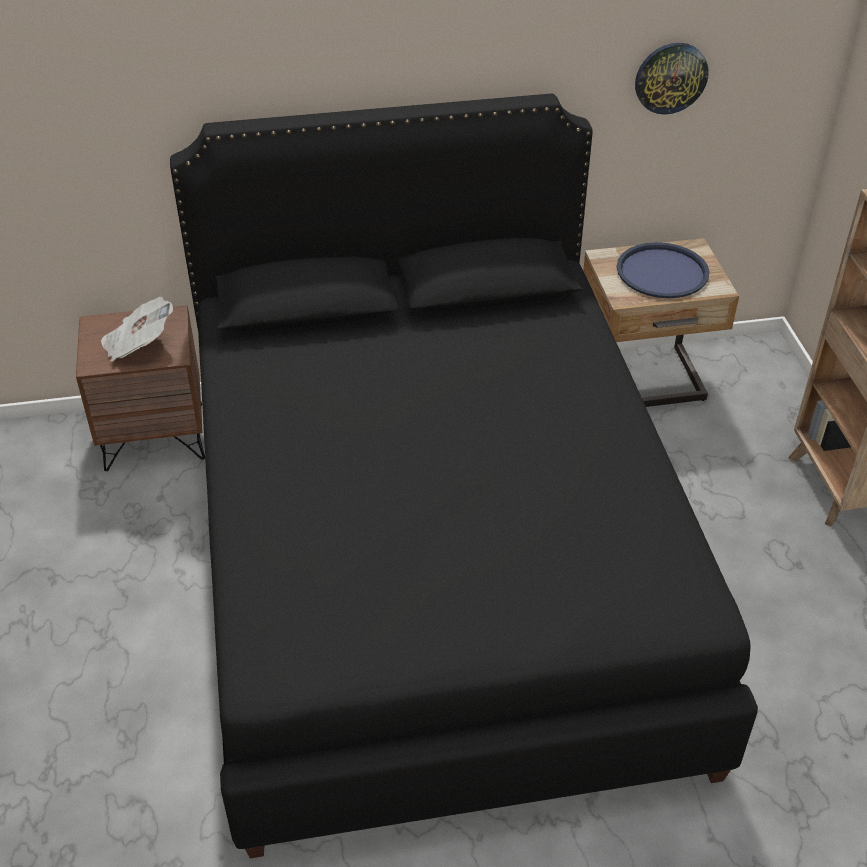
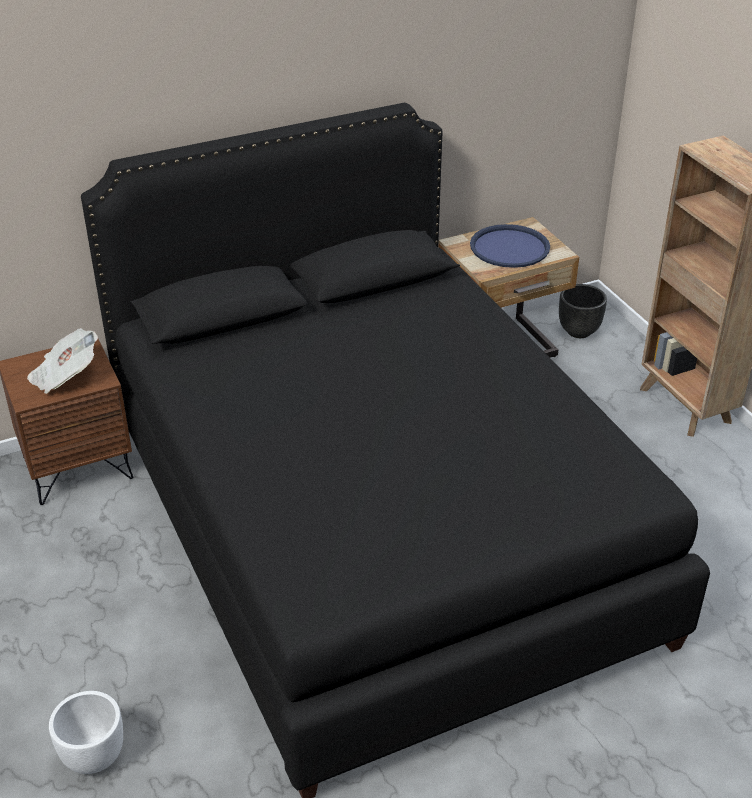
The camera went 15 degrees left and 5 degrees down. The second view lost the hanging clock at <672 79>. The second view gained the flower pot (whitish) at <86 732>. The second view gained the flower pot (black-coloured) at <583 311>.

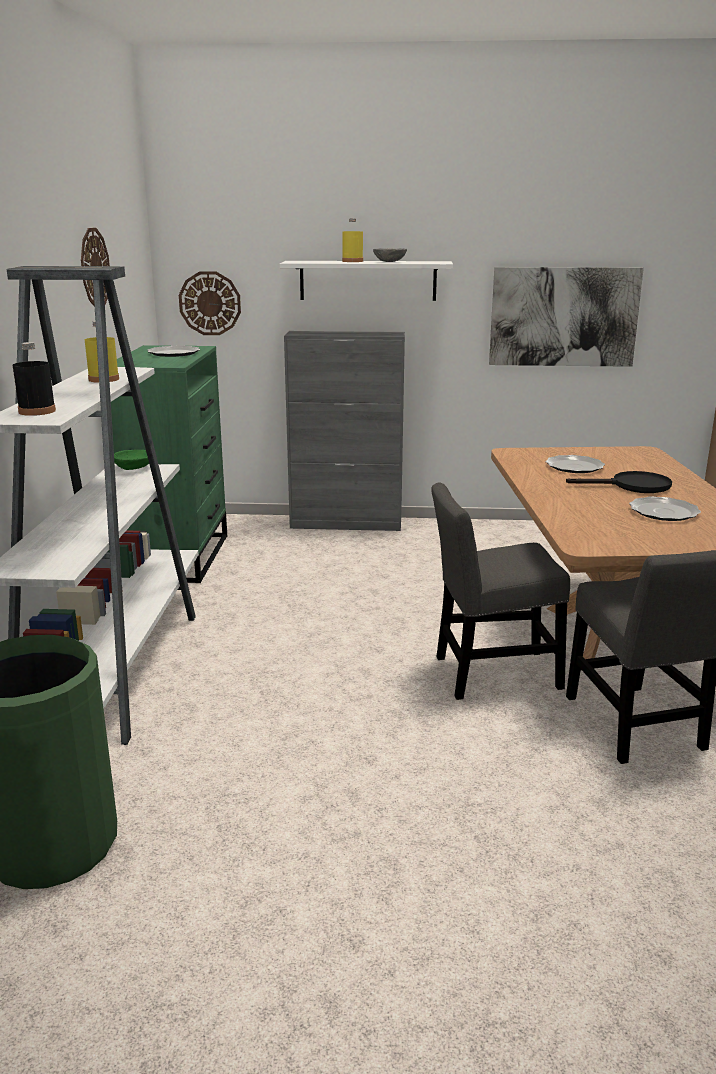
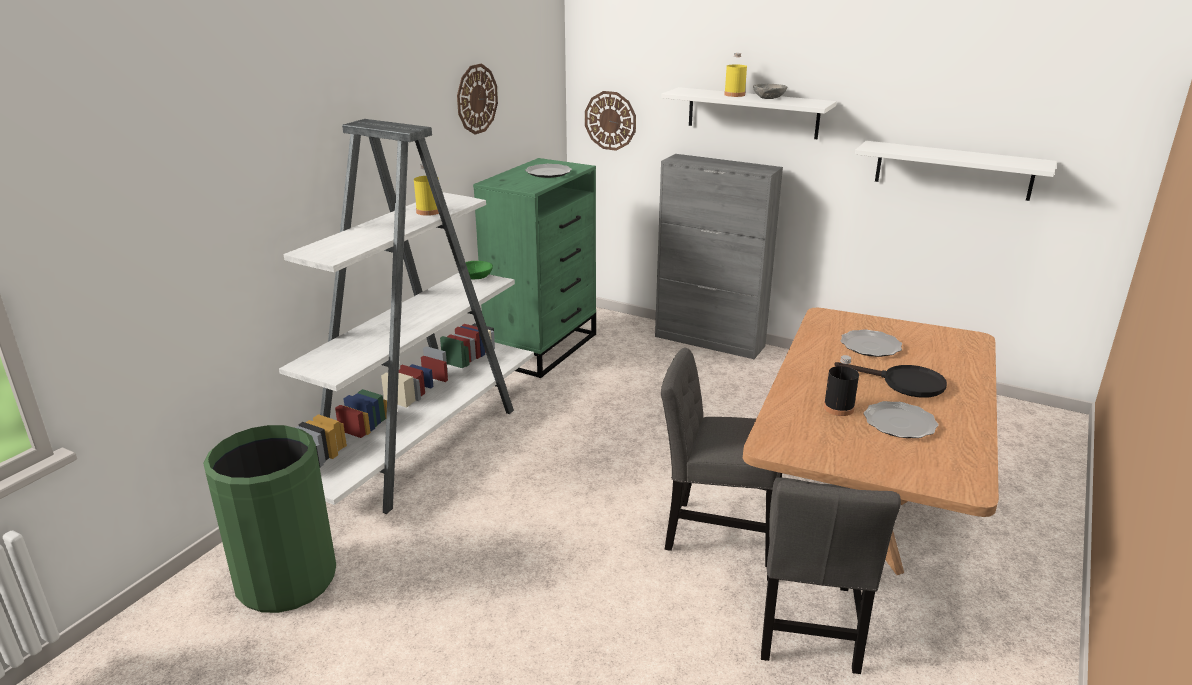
The camera went 25 degrees right and 5 degrees up. The bottle (black-coloured) ended up elsewhere, having gone from <34 379> to <841 385>. Where the picture hung at <566 317>, the shelf (whitish) came to hang at <956 171>.

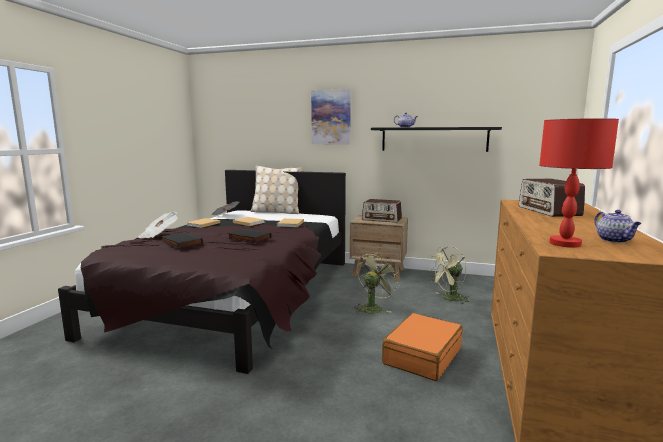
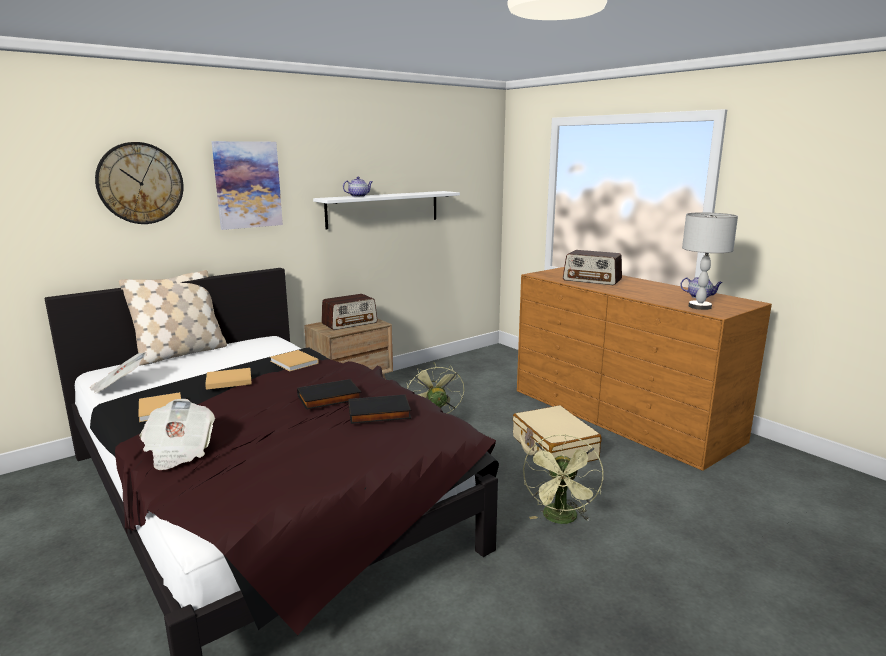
The camera went 55 degrees left and 5 degrees up. The second view gained the hanging clock at <139 183>. The volume (black-coloured) ended up elsewhere, having gone from <182 240> to <379 409>. The fan (green) ended up elsewhere, having gone from <449 275> to <563 479>. What was the shelf (black-coloured) at <436 139> turned into the shelf (whitish) at <386 210>. What was the piece of luggage (orange-coloured) at <422 347> turned into the piece of luggage (beige) at <557 433>. What was the lamp for a table (red-coloured) at <579 183> turned into the lamp for a table (greyish) at <710 261>.

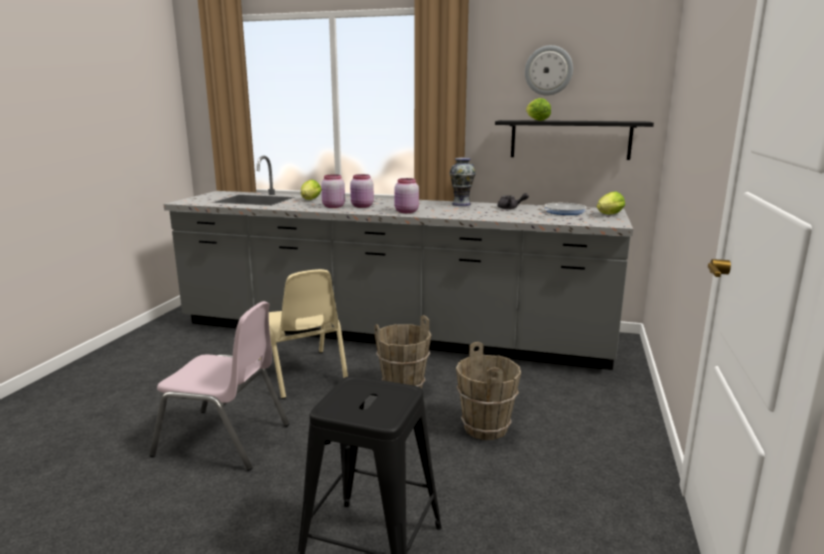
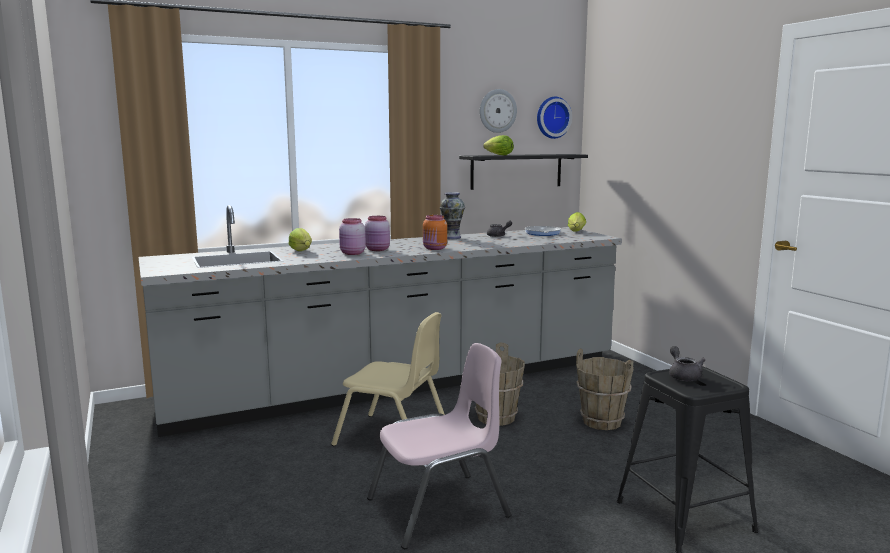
The camera went 40 degrees left and 5 degrees down. The second view gained the hanging clock at <554 118>. The second view gained the pot for tea (greyish) at <687 363>. What was the jar (pinkish) at <406 195> turned into the jar (orange-coloured) at <435 232>.

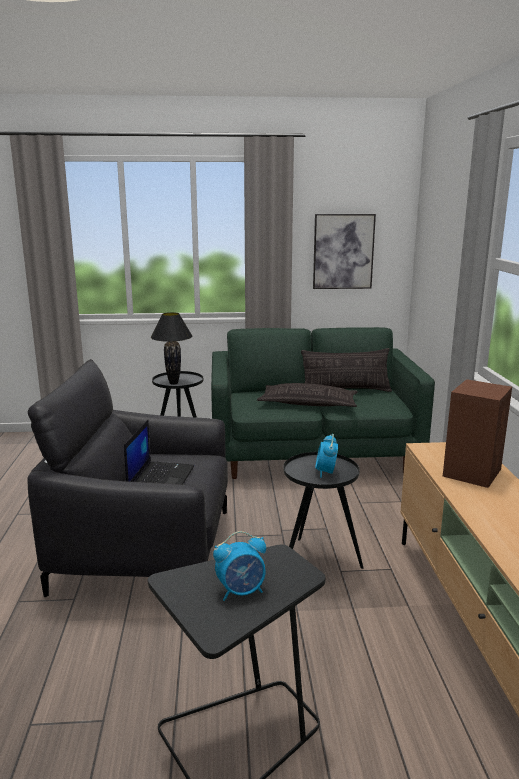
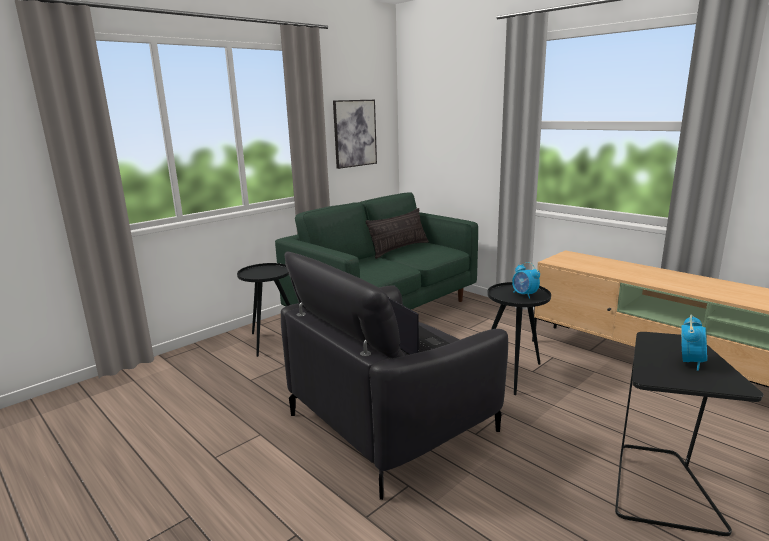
The camera went 40 degrees left and 0 degrees up. The second view lost the lamp for a table (black-coloured) at <171 348>. The second view lost the cushion at <307 395>. The second view lost the speaker (brown-coloured) at <477 433>.

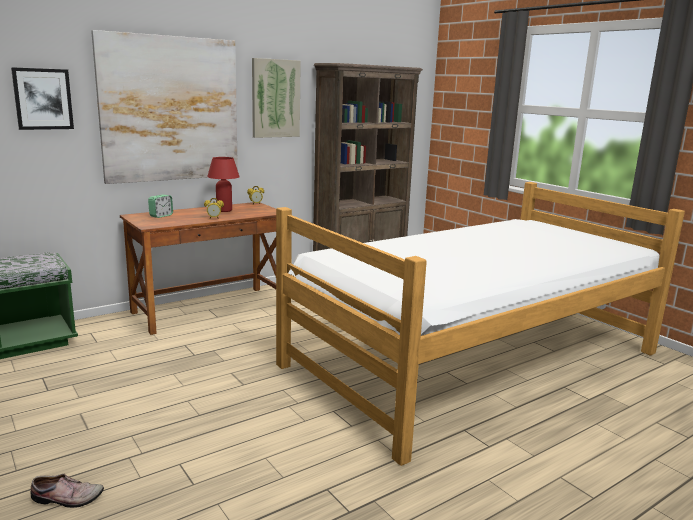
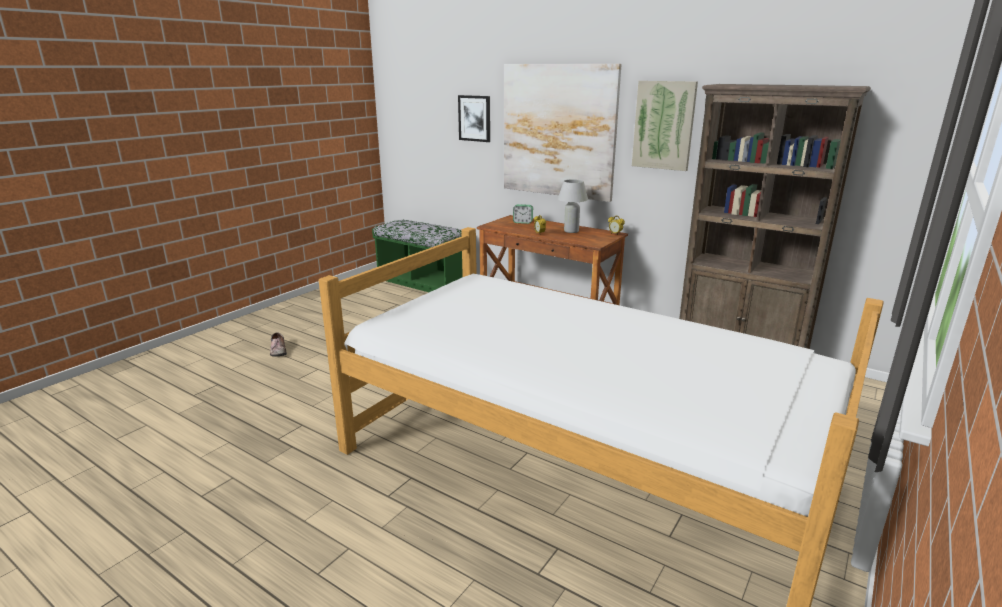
The camera went 70 degrees right and 5 degrees up. What was the lamp for a table (red-coloured) at <223 184> turned into the lamp for a table (whitish) at <573 206>.

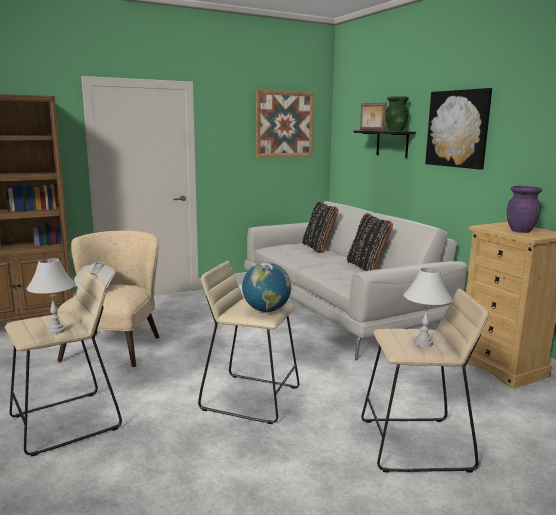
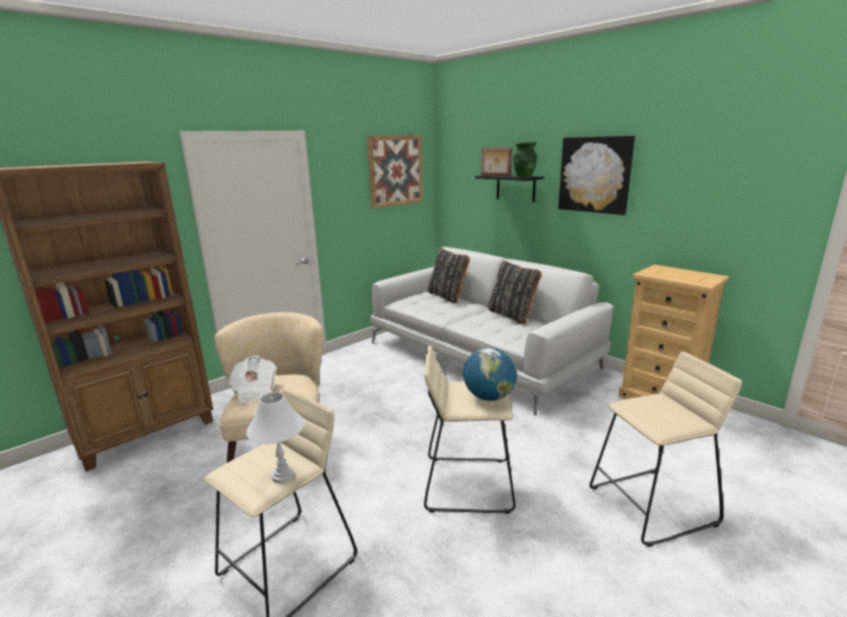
The camera went 15 degrees left and 5 degrees up. The second view lost the lamp for a table (whitish) at <428 307>. The second view lost the vase (purple-coloured) at <524 209>.

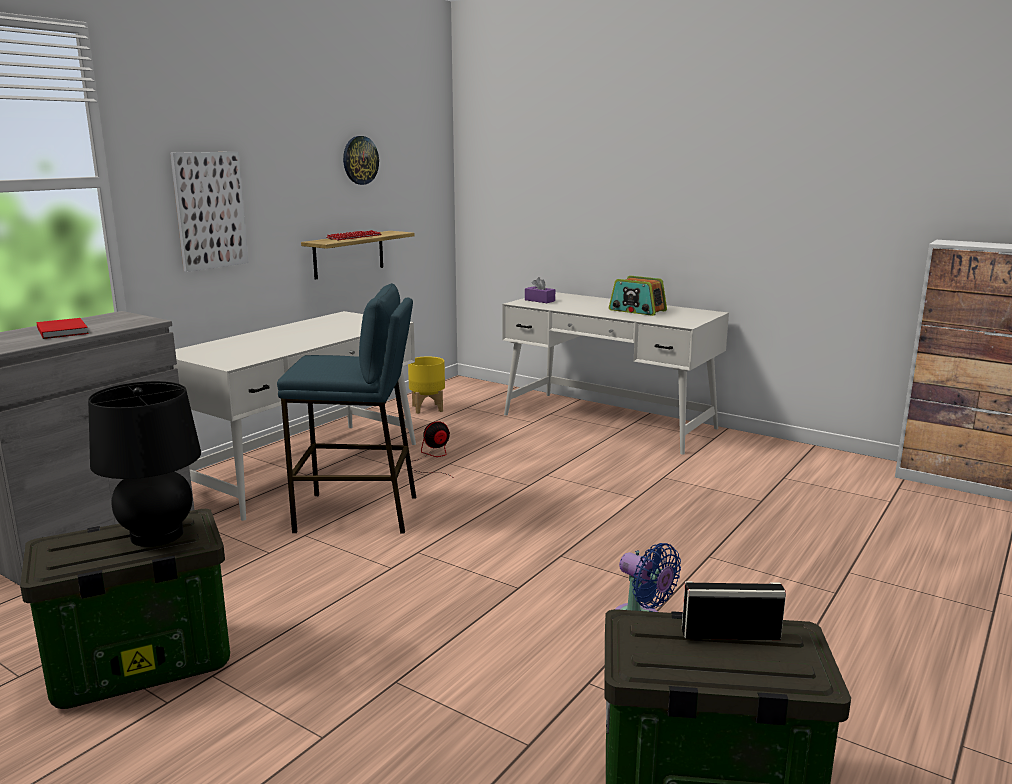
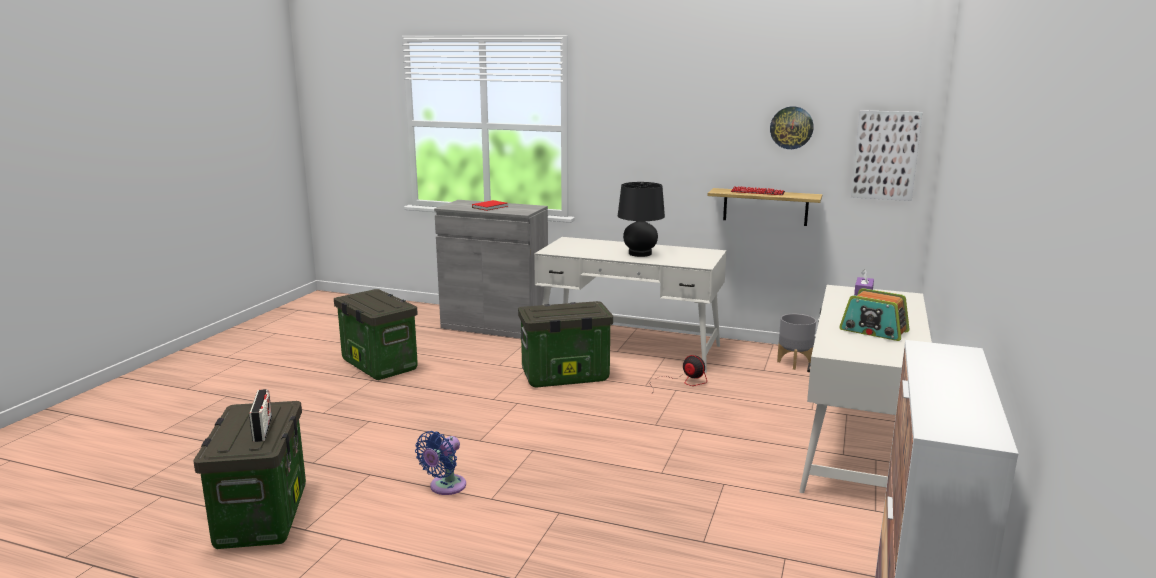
The camera went 75 degrees right and 0 degrees up. The lamp for a table (black-coloured) ended up elsewhere, having gone from <144 464> to <641 219>. The picture ended up elsewhere, having gone from <209 212> to <887 155>. Where the stool (bluish) stood at <346 408>, the storage bin came to stand at <565 344>. What was the flower pot (yellow) at <426 385> turned into the flower pot (greyish) at <796 342>. The radio at <638 296> ended up facing another way, 75 degrees counterclockwise from before.

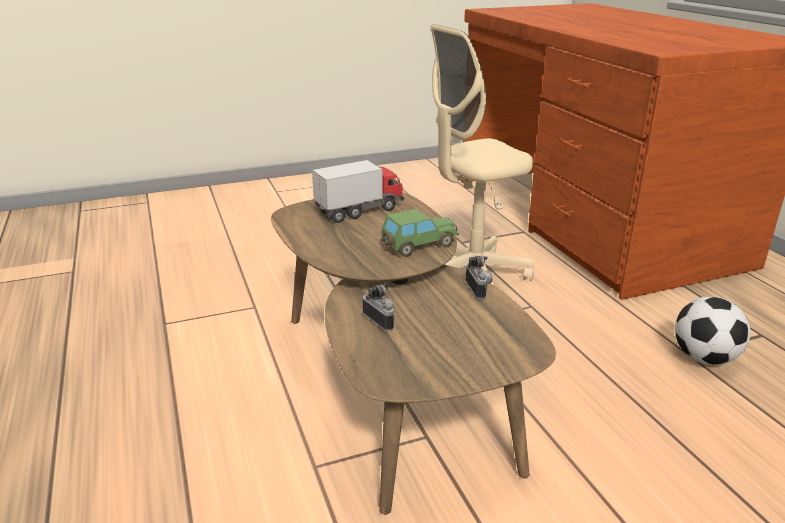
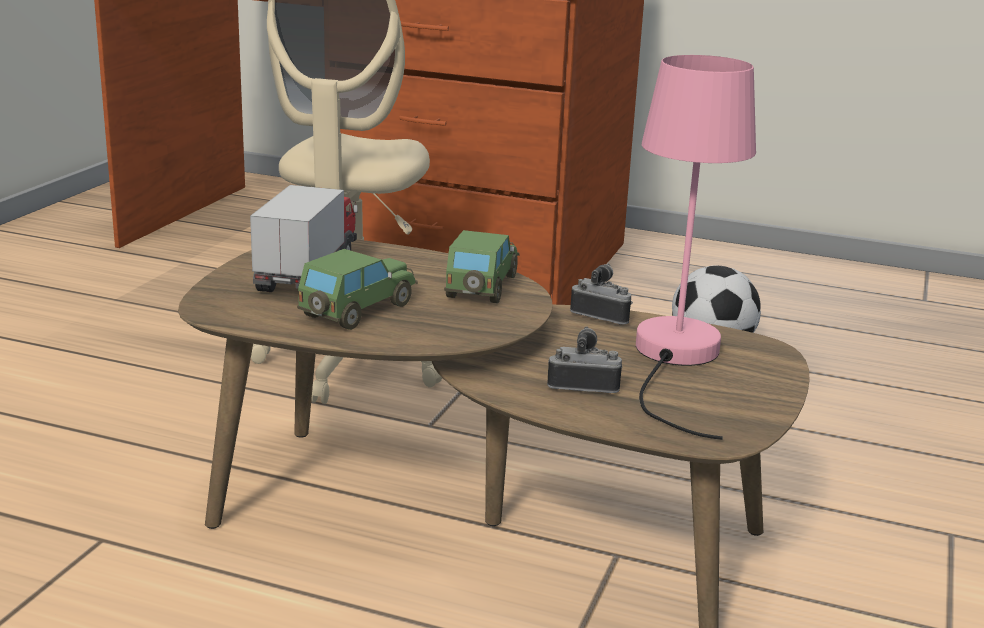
The camera went 50 degrees left and 5 degrees down. The second view gained the miniature car at <357 289>. The second view gained the lamp for a table (pinkish) at <696 247>.

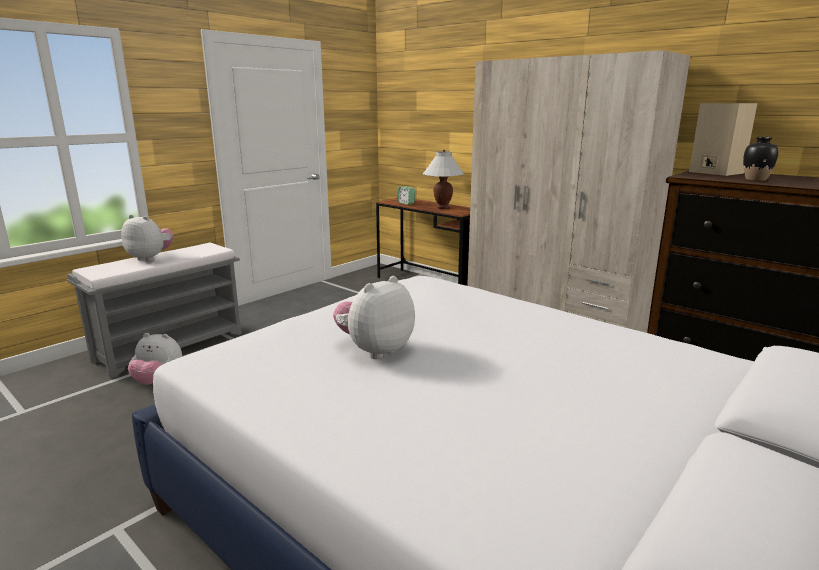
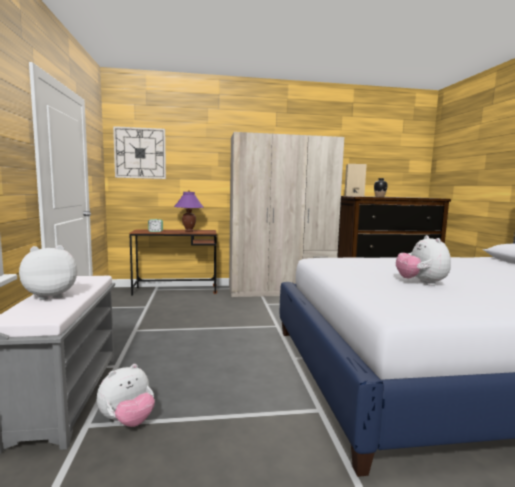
The camera went 50 degrees left and 10 degrees down. The second view gained the hanging clock at <139 152>. What was the lamp for a table (whitish) at <444 179> turned into the lamp for a table (purple-coloured) at <189 211>.

